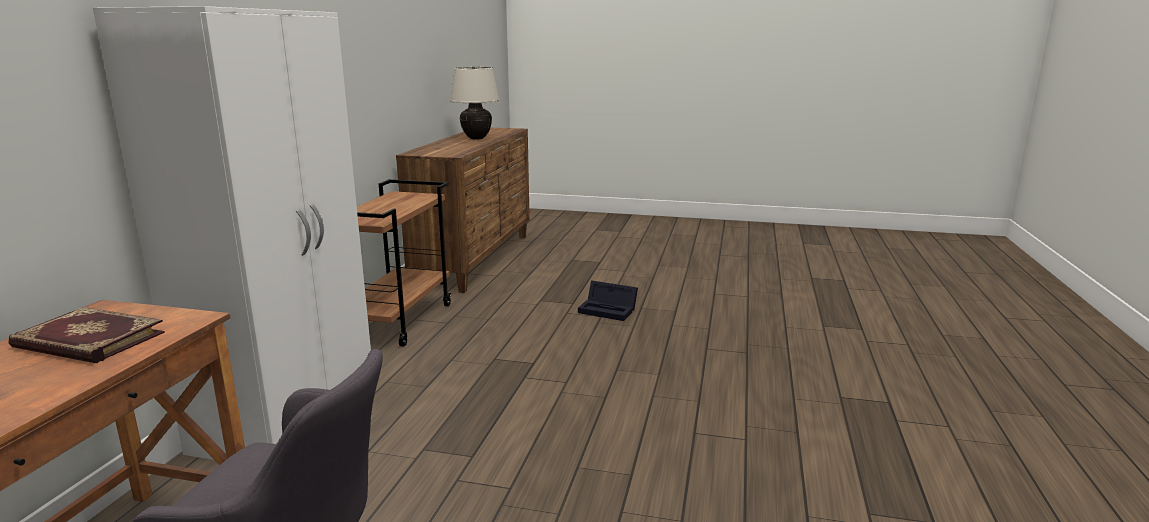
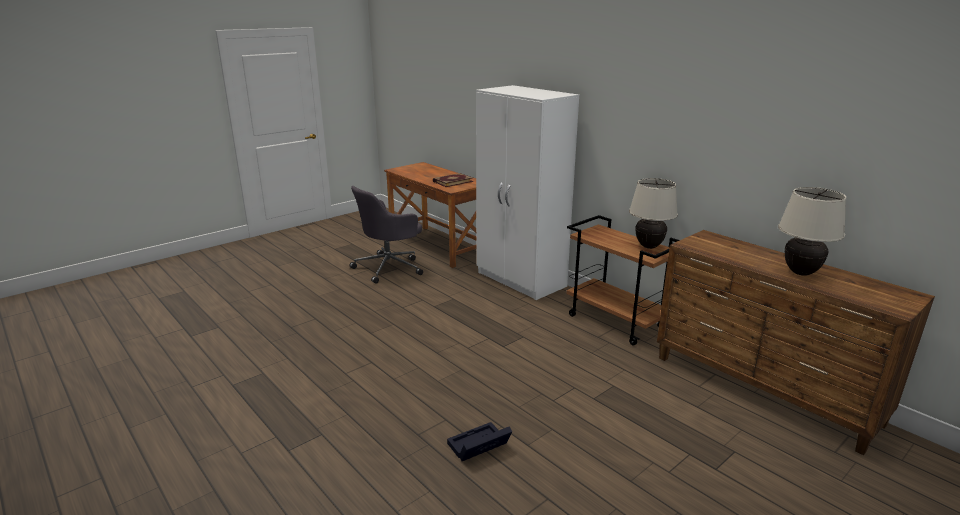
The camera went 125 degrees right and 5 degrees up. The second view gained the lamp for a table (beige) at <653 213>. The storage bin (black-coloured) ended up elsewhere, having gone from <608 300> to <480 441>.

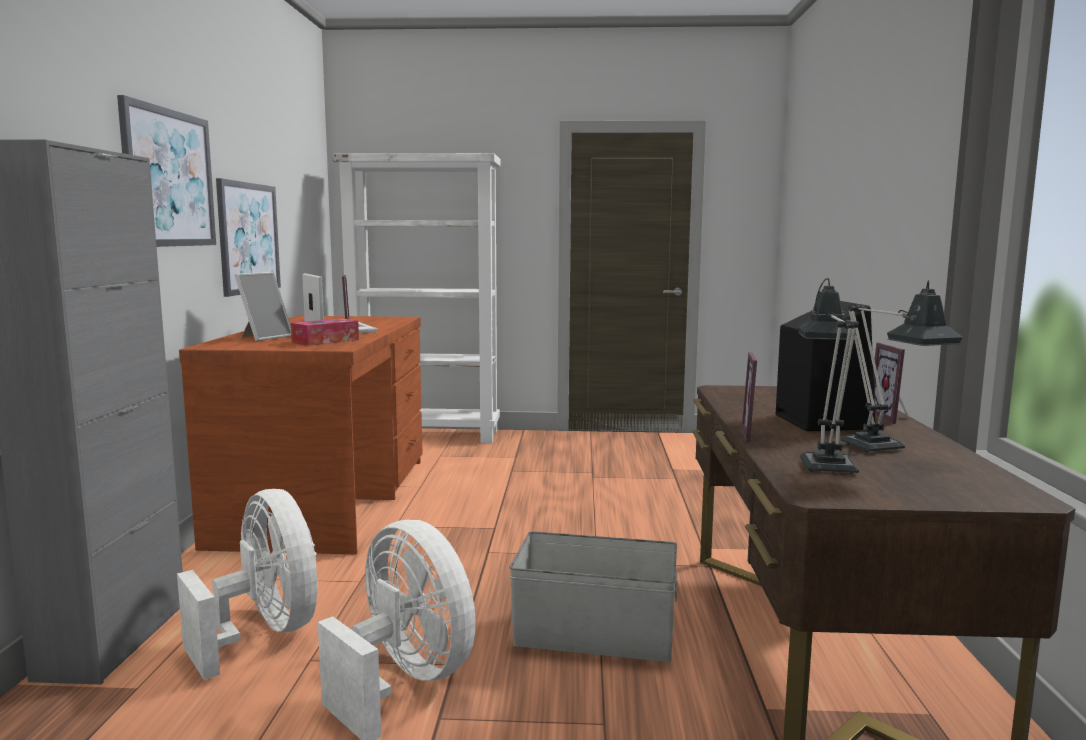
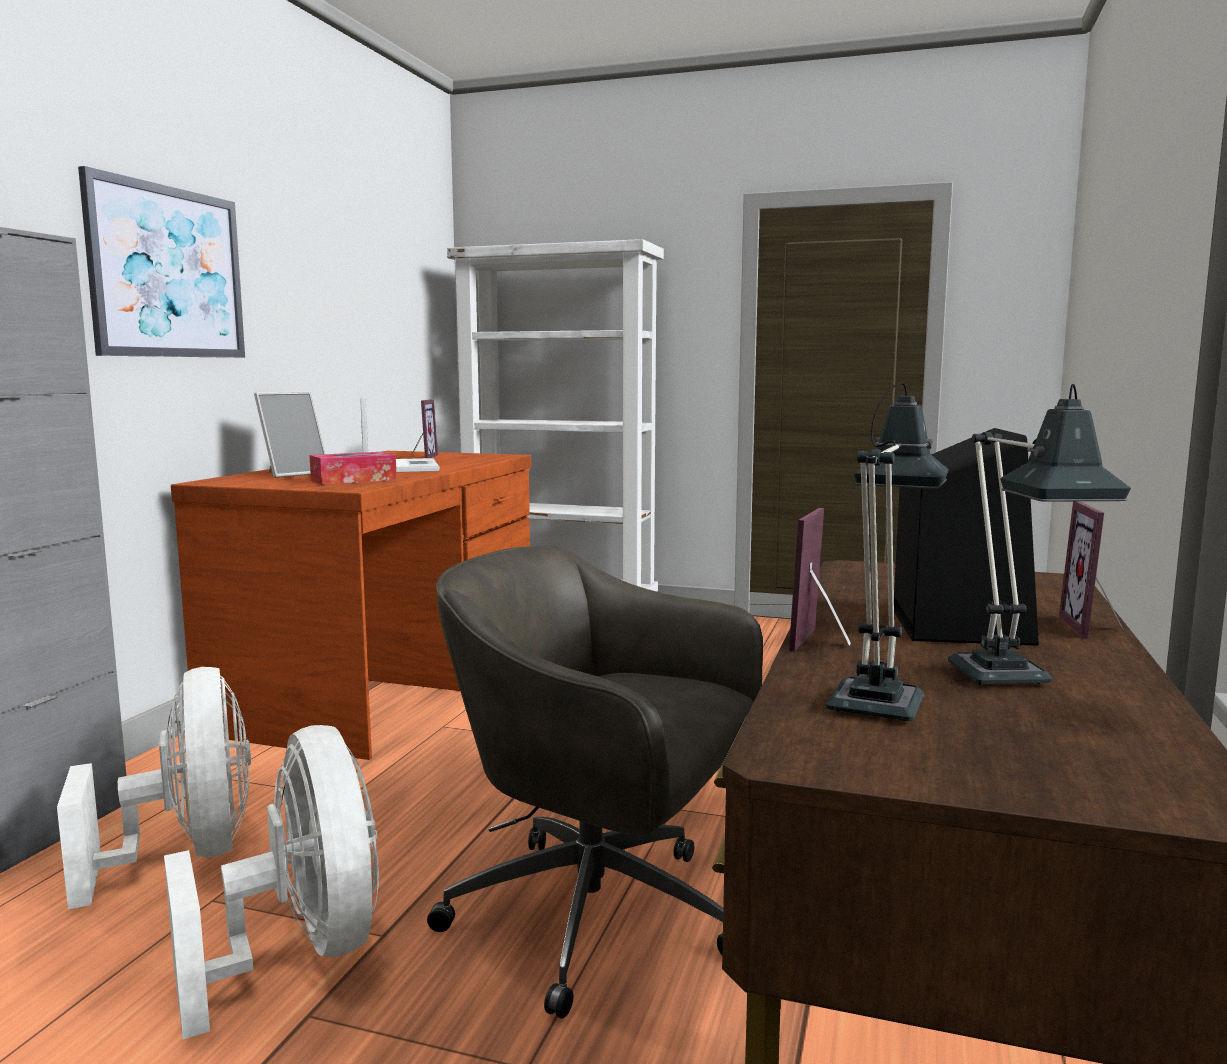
The camera went 15 degrees right and 0 degrees up. The second view lost the picture at <248 237>. Where the storage bin (greyish) stood at <593 596>, the desk chair (greyish) came to stand at <595 782>.

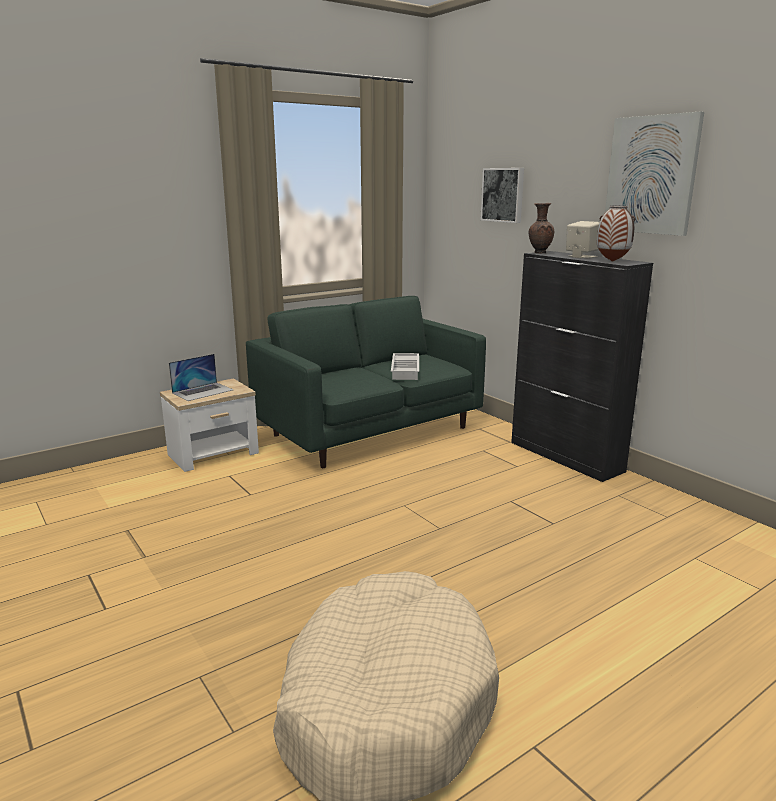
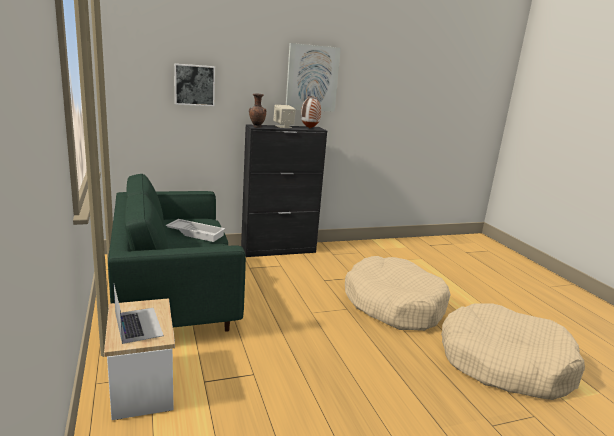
The camera went 75 degrees left and 0 degrees up. The second view gained the dog cushion (beige) at <397 293>.

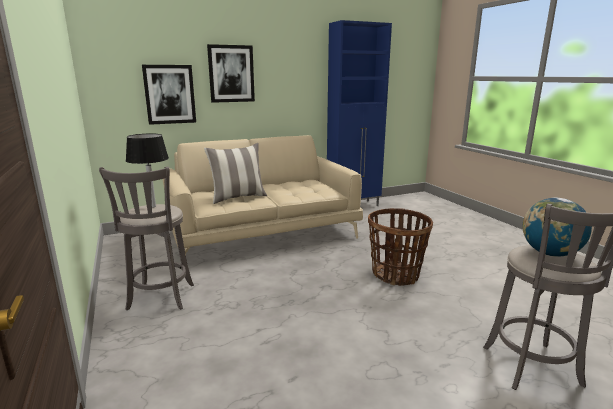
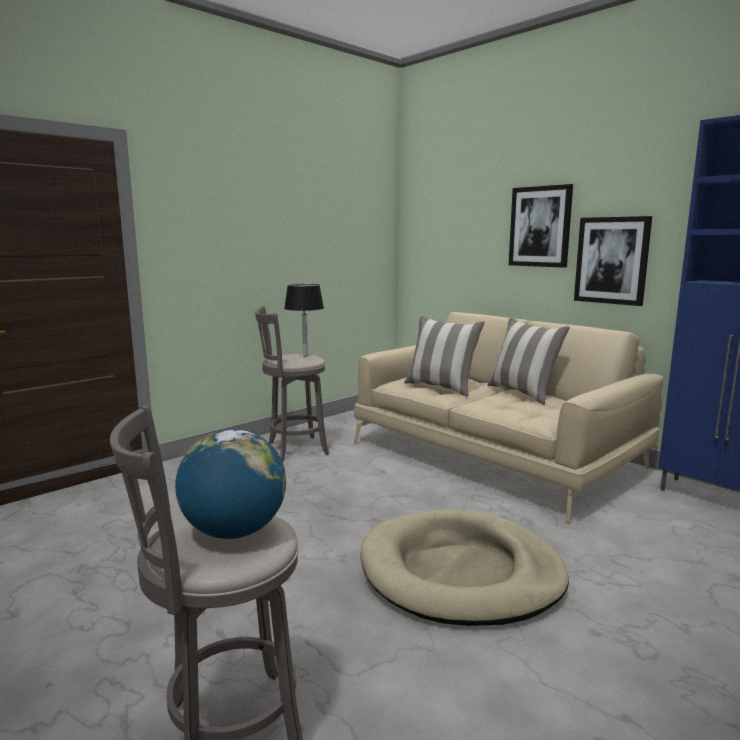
The camera went 70 degrees right and 5 degrees down. The second view gained the cushion at <528 361>. The picture ended up elsewhere, having gone from <169 95> to <613 261>. Where the household basket stood at <400 247>, the dog cushion (beige) came to stand at <464 568>.

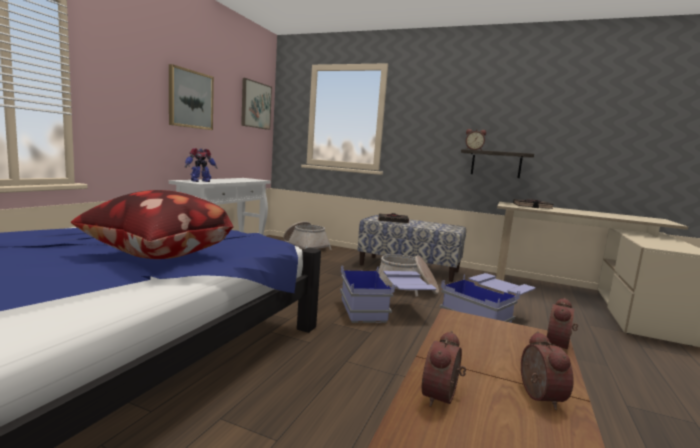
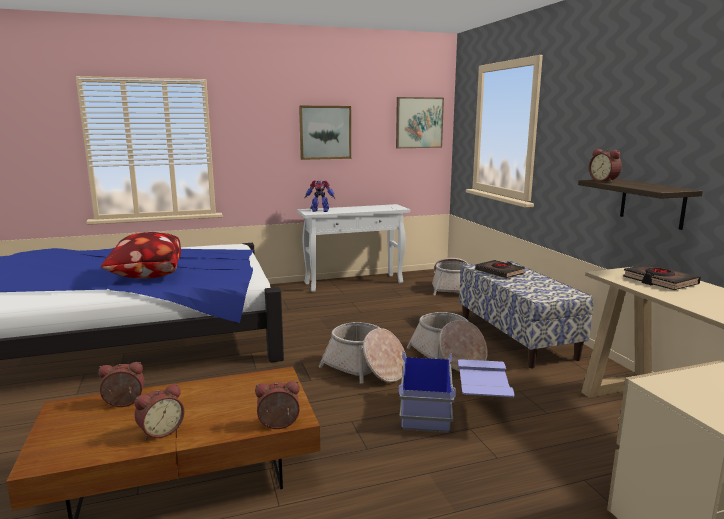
The camera went 50 degrees right and 5 degrees up. Where the storage bin (bluish) stood at <388 294>, the household basket came to stand at <363 352>.

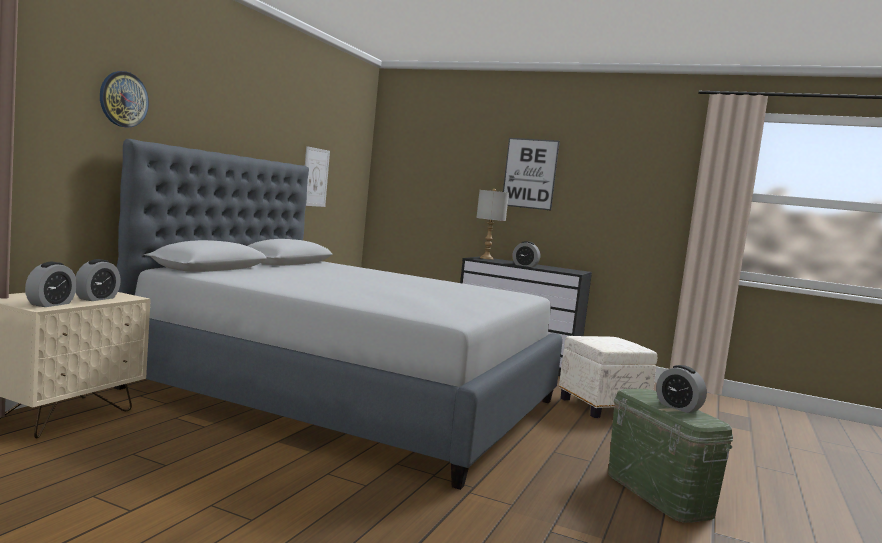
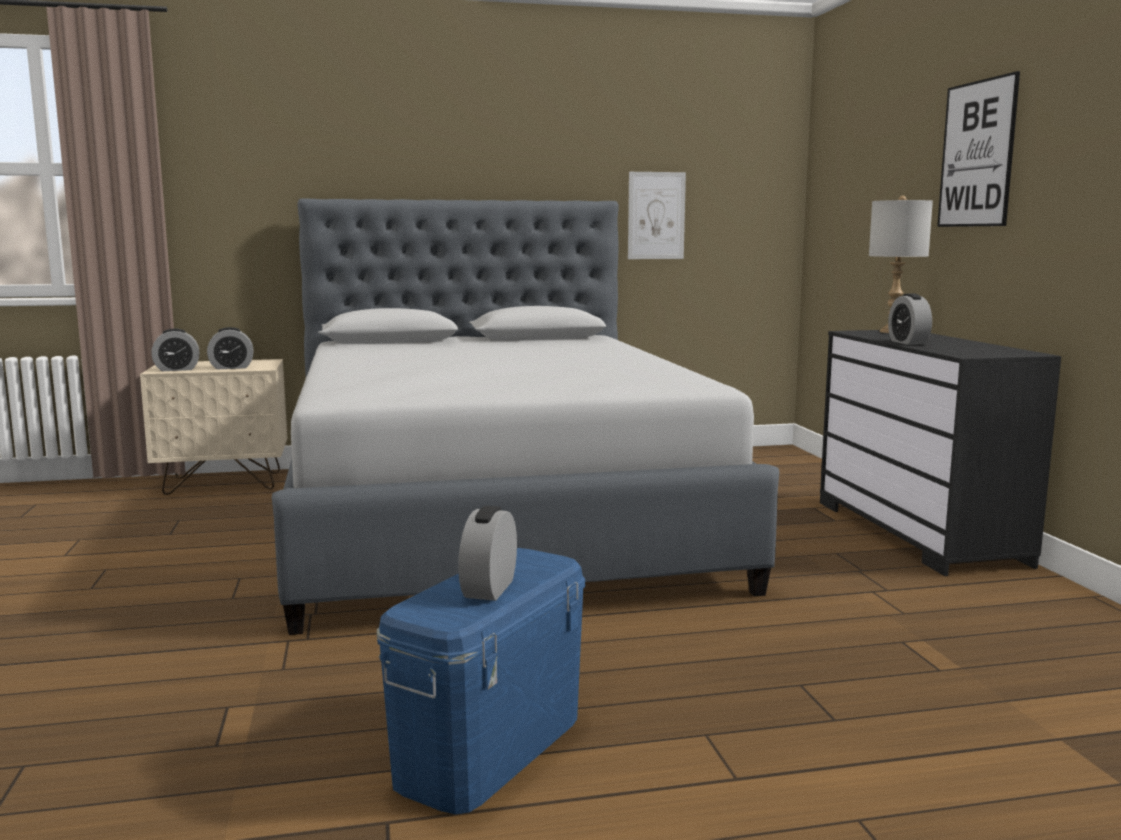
The camera went 55 degrees right and 5 degrees up. The second view lost the hanging clock at <124 99>. The second view lost the pouffe (whitish) at <608 377>. What was the storage bin (green) at <670 456> turned into the storage bin (bluish) at <481 681>.

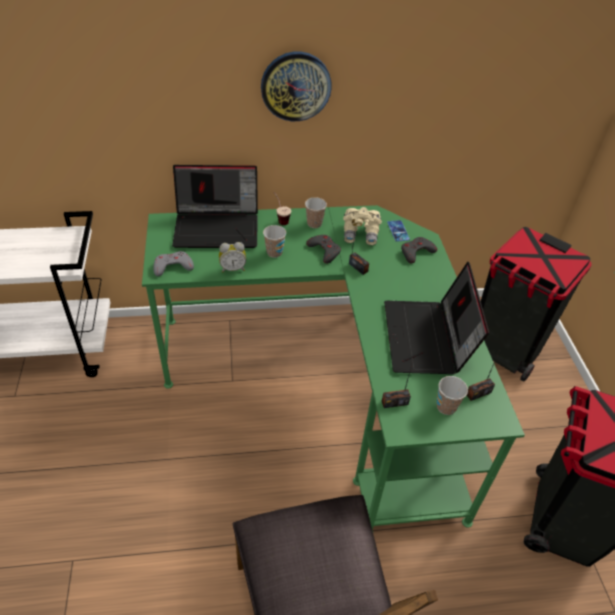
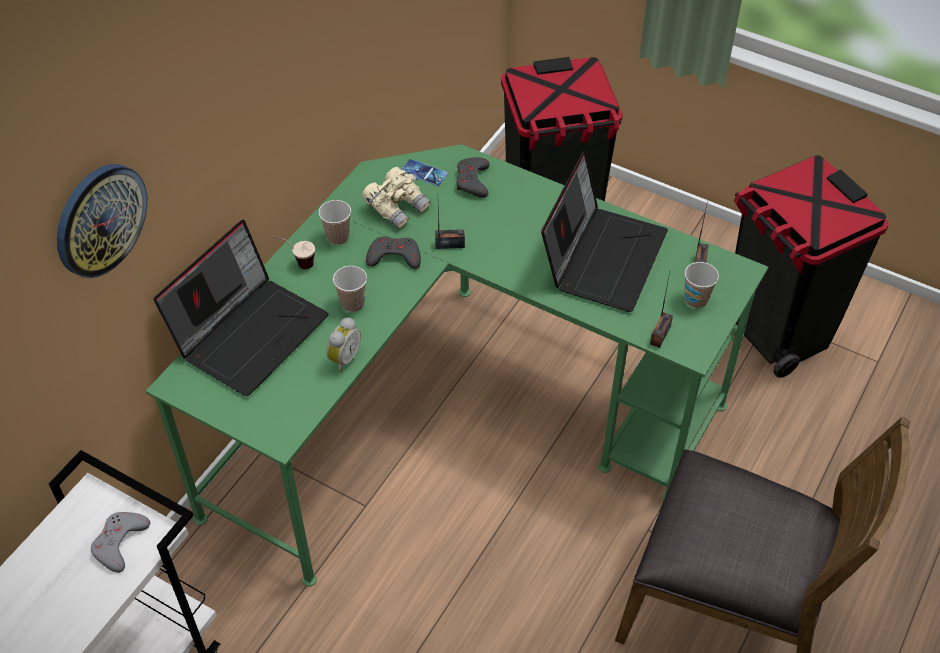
The camera went 50 degrees left and 5 degrees up. The joypad (greyish) ended up elsewhere, having gone from <173 263> to <120 542>. The hanging clock ended up elsewhere, having gone from <296 86> to <102 221>. The laptop at <436 318> ended up facing another way, 105 degrees counterclockwise from before.

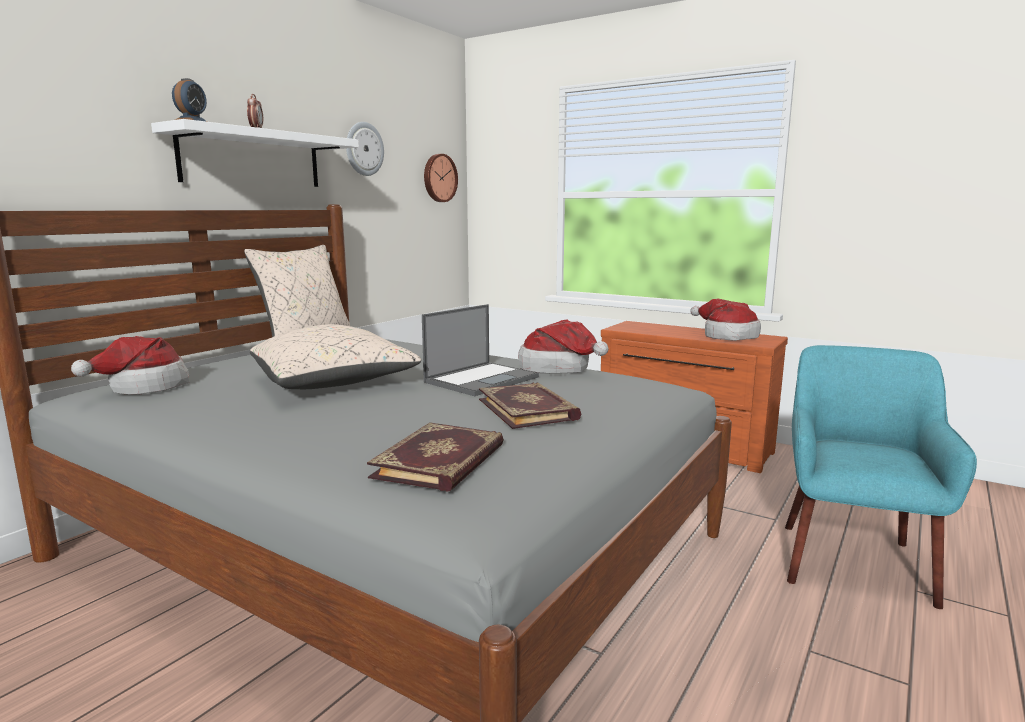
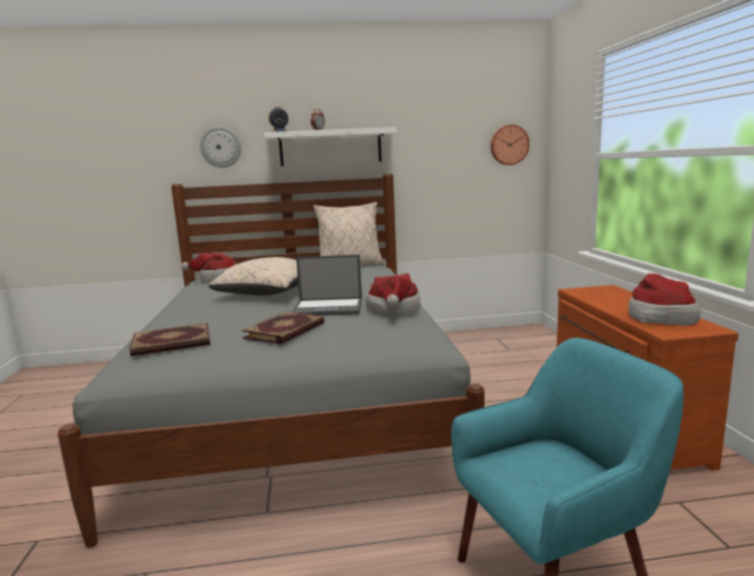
The camera went 50 degrees right and 0 degrees up. The hanging clock ended up elsewhere, having gone from <365 149> to <220 147>.

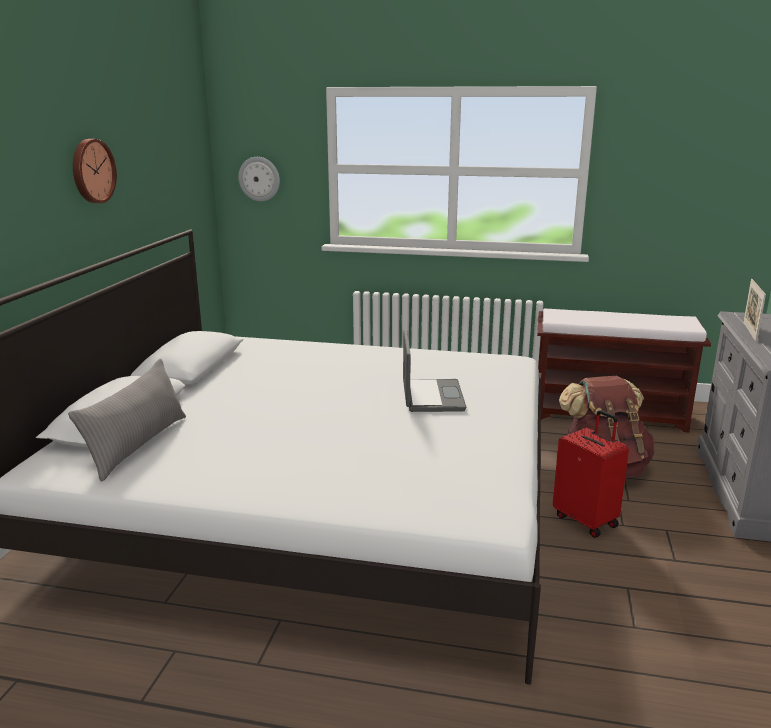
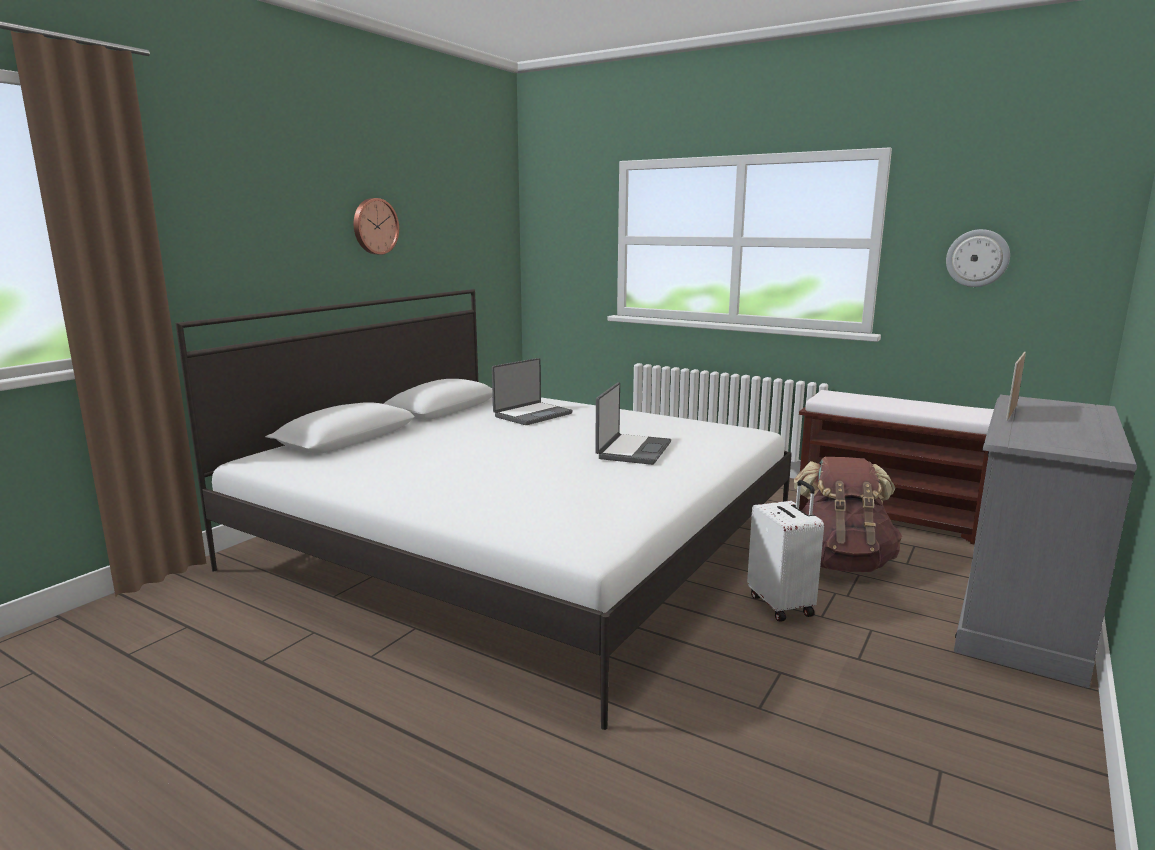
The camera went 20 degrees right and 5 degrees down. The second view lost the cushion (greyish) at <127 420>. The second view gained the laptop at <532 391>. The hanging clock ended up elsewhere, having gone from <259 179> to <978 258>. What was the piece of luggage (red-coloured) at <591 474> turned into the piece of luggage (whitish) at <785 551>.

